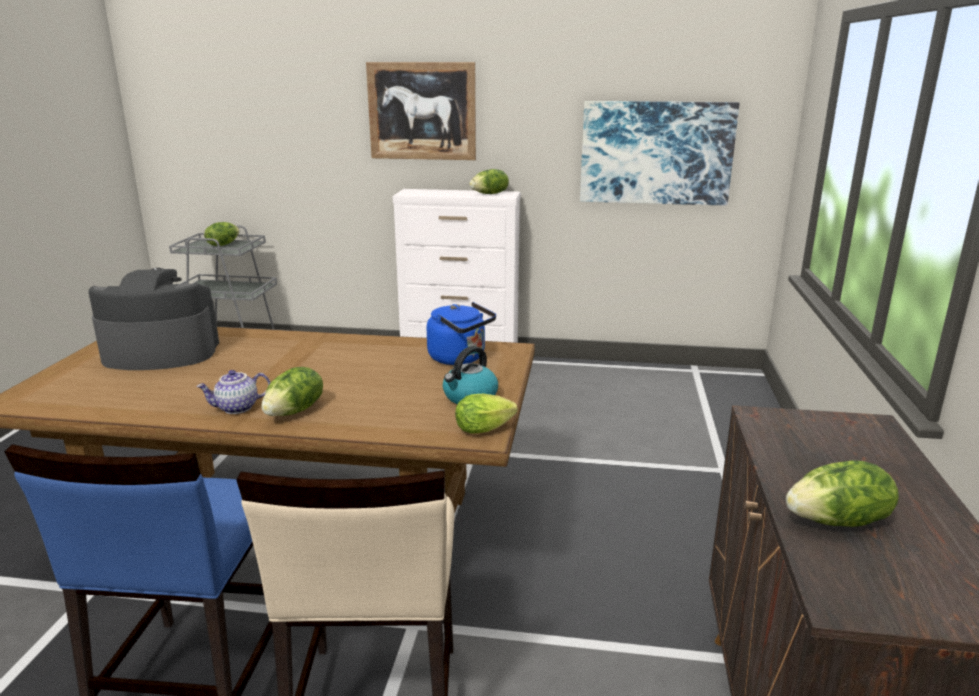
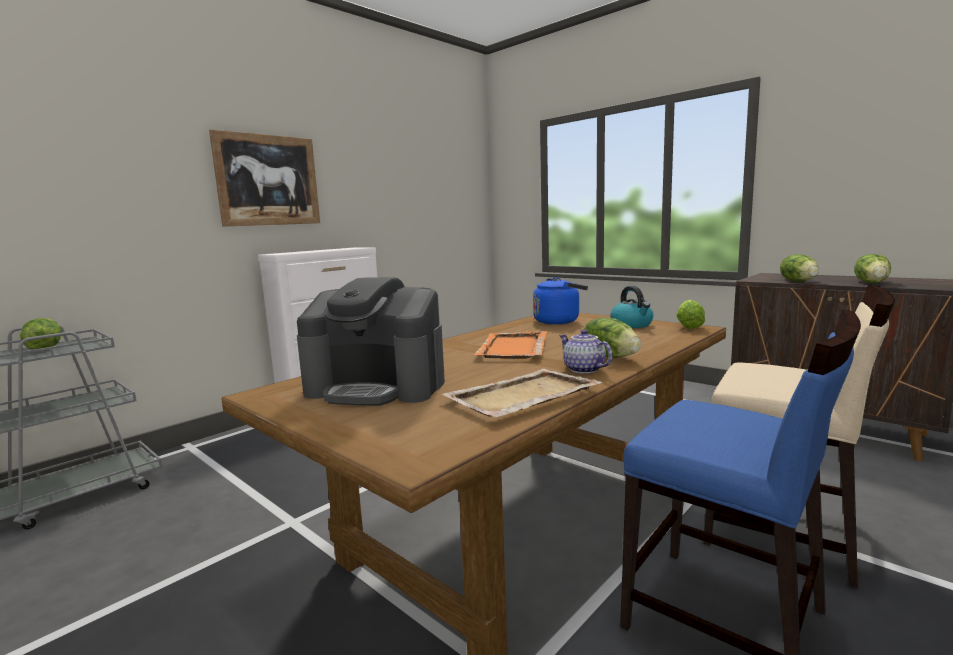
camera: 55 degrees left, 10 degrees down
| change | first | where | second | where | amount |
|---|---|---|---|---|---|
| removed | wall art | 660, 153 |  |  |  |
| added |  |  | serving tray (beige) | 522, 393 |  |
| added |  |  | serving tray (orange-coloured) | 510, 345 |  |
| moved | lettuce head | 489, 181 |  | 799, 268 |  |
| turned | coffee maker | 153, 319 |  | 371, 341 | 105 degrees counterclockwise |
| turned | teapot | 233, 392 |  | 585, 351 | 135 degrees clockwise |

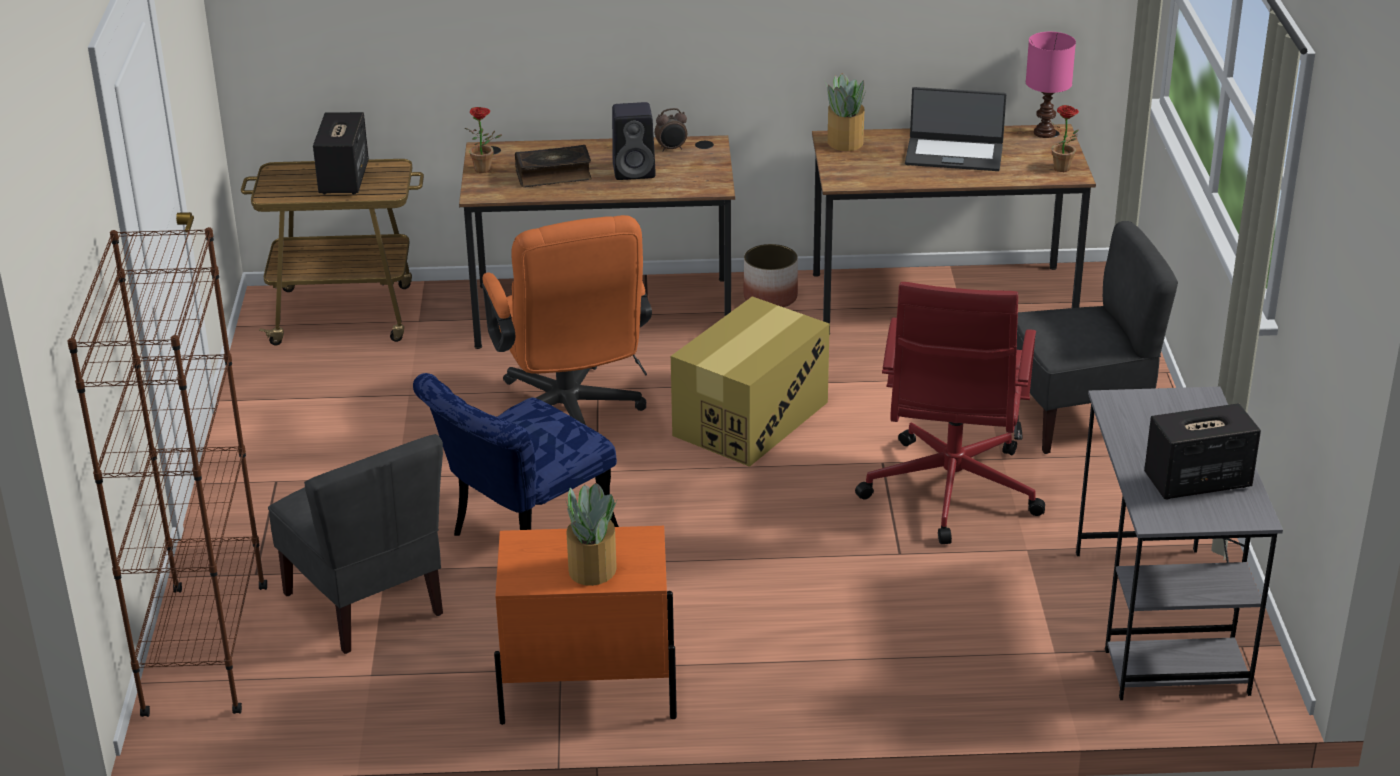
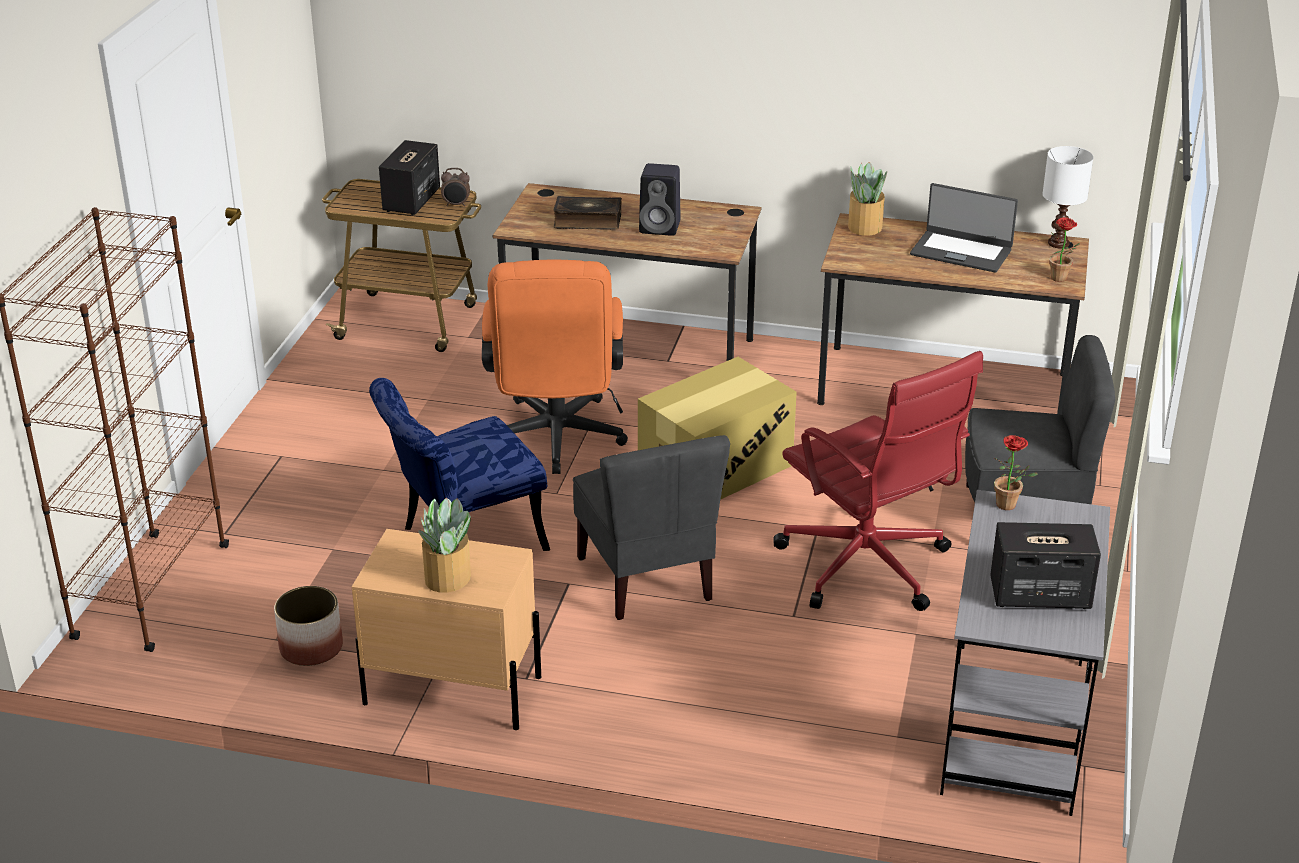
camera: 15 degrees right, 0 degrees up
| change | first | where | second | where | amount |
|---|---|---|---|---|---|
| moved | chair (gray) | 355, 544 |  | 651, 527 |  |
| moved | plant in a pot | 483, 140 |  | 1016, 472 |  |
| moved | alarm clock | 671, 130 |  | 455, 187 |  |
| moved | plant pot | 770, 275 |  | 308, 626 |  |
| recoloured | bedside table (orange-coloured) | 585, 625 | bedside table (beige) | 446, 629 |  |
| recoloured | lamp for a table (pink-coloured) | 1051, 85 | lamp for a table (whitish) | 1067, 197 |  |
| turned | computer chair (reddish) | 950, 413 |  | 878, 481 | 60 degrees counterclockwise |

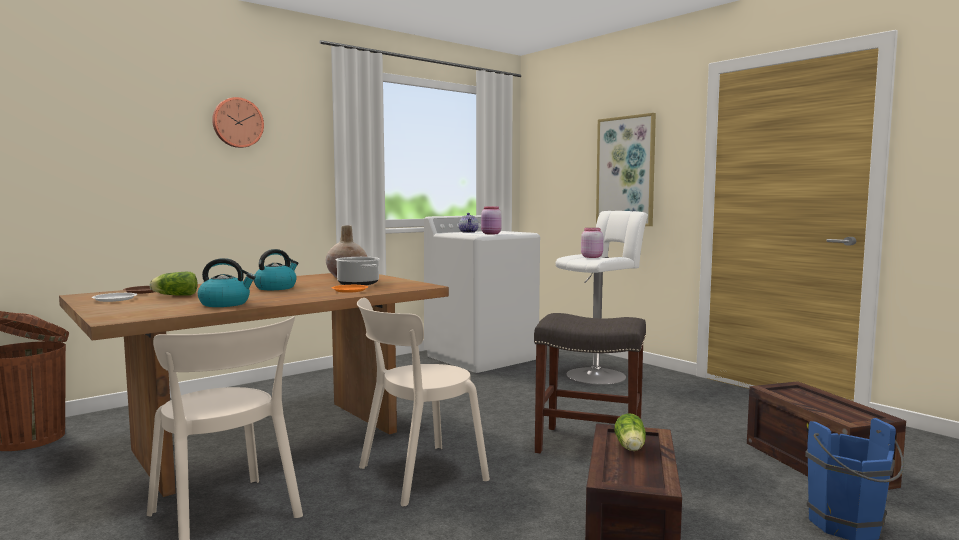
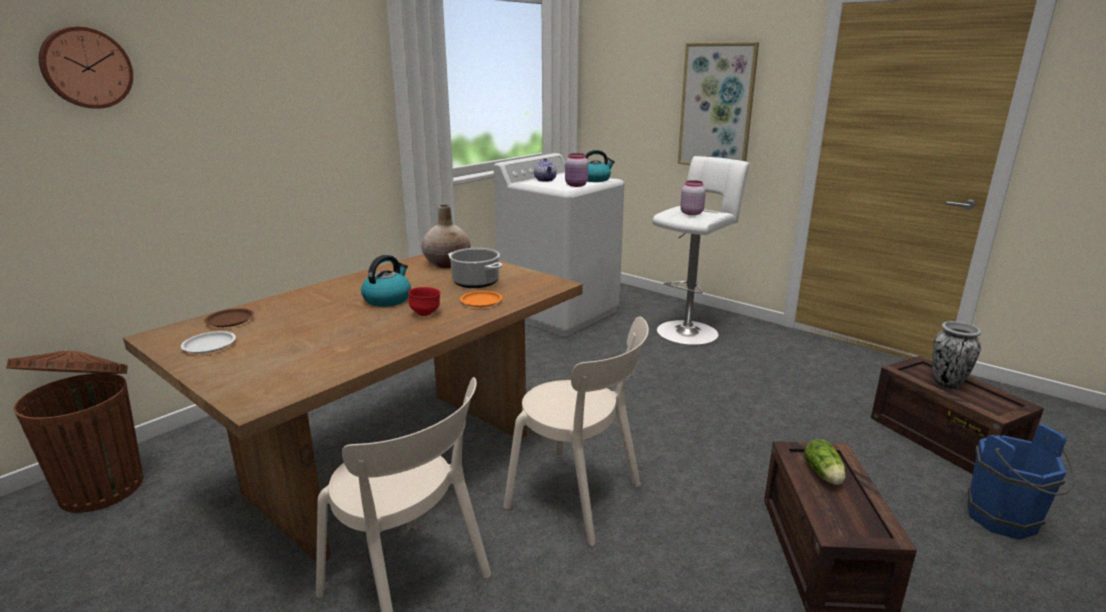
camera: 10 degrees left, 15 degrees up
| change | first | where | second | where | amount |
|---|---|---|---|---|---|
| removed | lettuce head | 174, 284 |  |  |  |
| removed | sitting stool (gray) | 590, 383 |  |  |  |
| added |  |  | serving bowl (reddish) | 424, 301 |  |
| added |  |  | flower vase | 957, 355 |  |
| moved | water kettle | 227, 282 |  | 600, 166 |  |
| moved | hanging clock | 238, 122 |  | 86, 67 |  |
| turned | chair (beige) | 423, 402 |  | 576, 431 | 105 degrees counterclockwise |

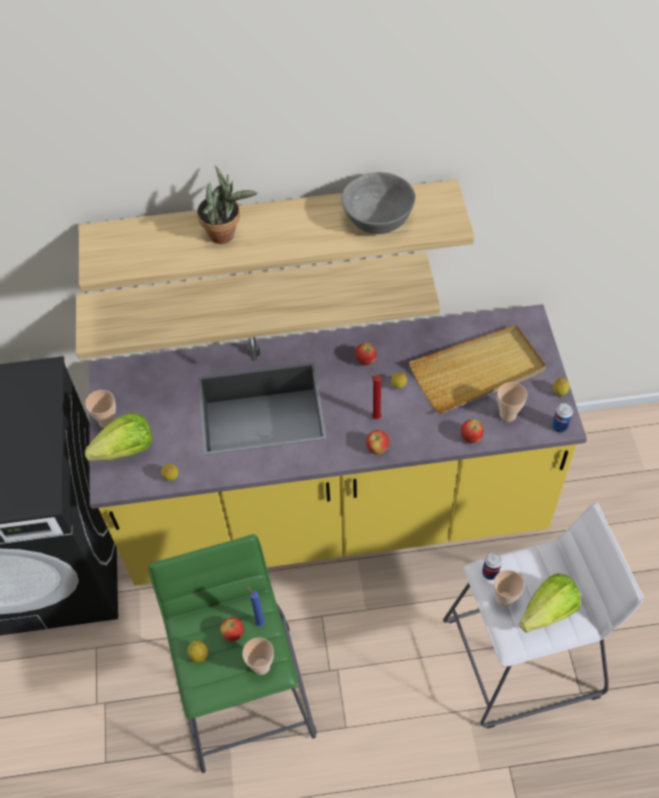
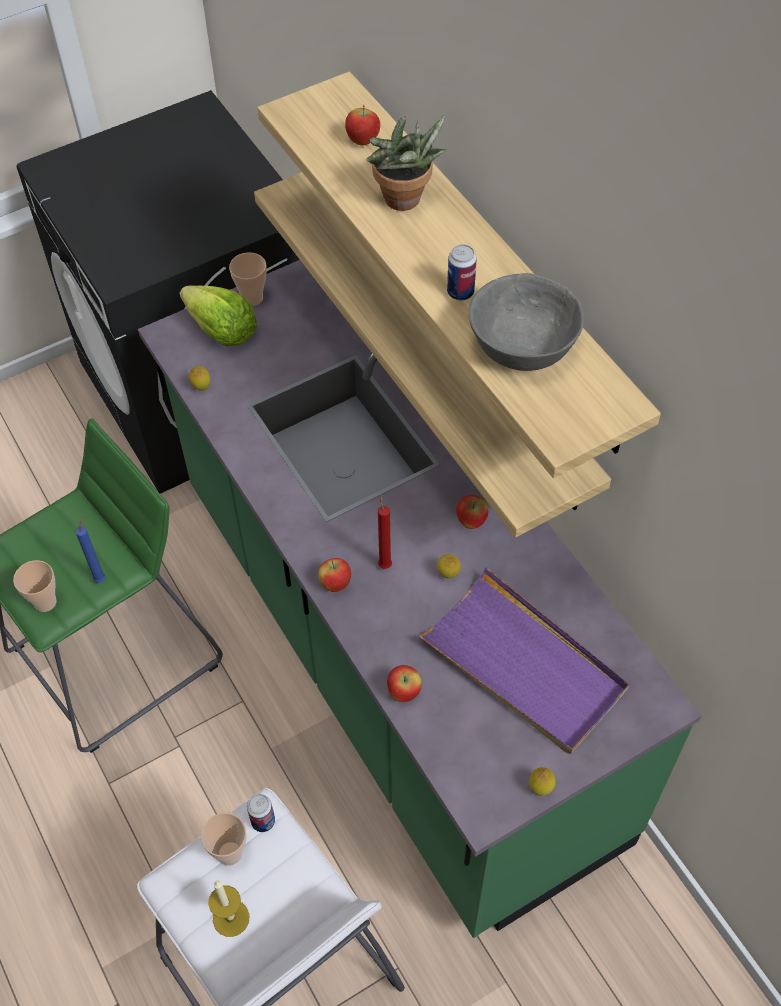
camera: 65 degrees right, 0 degrees up
| change | first | where | second | where | amount |
|---|---|---|---|---|---|
| removed | whole lemon | 198, 651 |  |  |  |
| removed | small cup | 512, 402 |  |  |  |
| moved | apple fruit | 232, 629 |  | 362, 125 |  |
| moved | metal can | 562, 418 |  | 462, 272 |  |
| replaced | lettuce head | 550, 602 | candle | 229, 908 |  |
| recoloured | kitchen base unit (yellowish) | 338, 445 | kitchen base unit (green) | 419, 599 |  |
| recoloured | serving tray (beige) | 477, 369 | serving tray (purple-coloured) | 523, 660 |  |

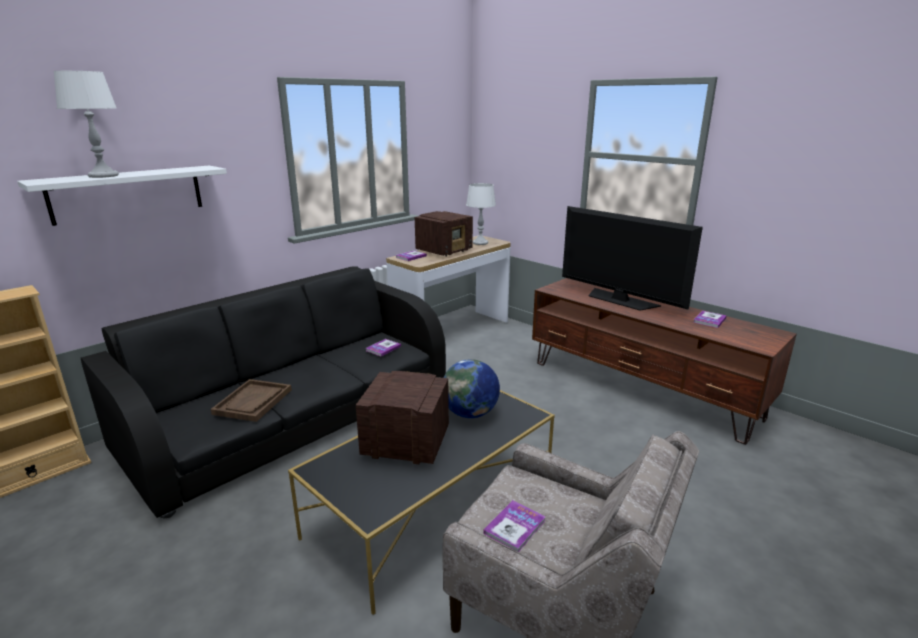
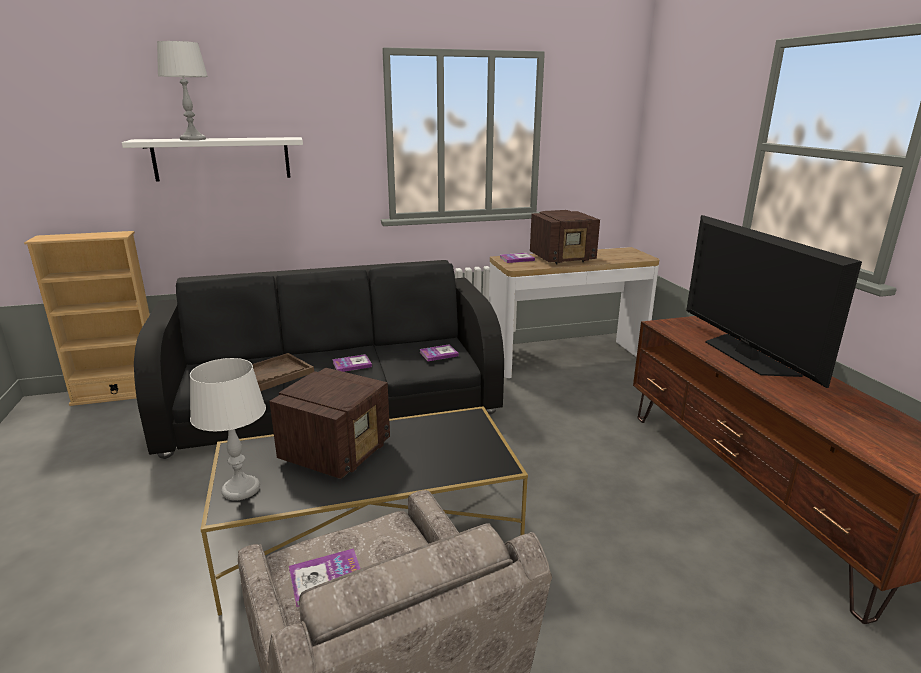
camera: 30 degrees right, 0 degrees up
| change | first | where | second | where | amount |
|---|---|---|---|---|---|
| removed | desk globe | 471, 388 |  |  |  |
| moved | lamp for a table (whitish) | 481, 214 |  | 228, 429 |  |
| moved | volume | 709, 319 |  | 352, 363 |  |
| turned | radio | 402, 417 |  | 329, 423 | 75 degrees clockwise |

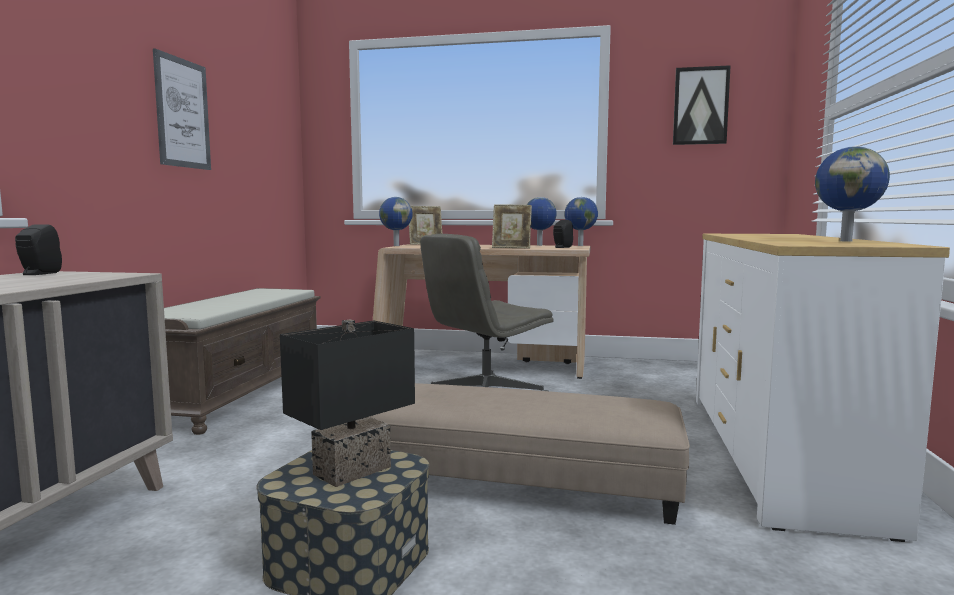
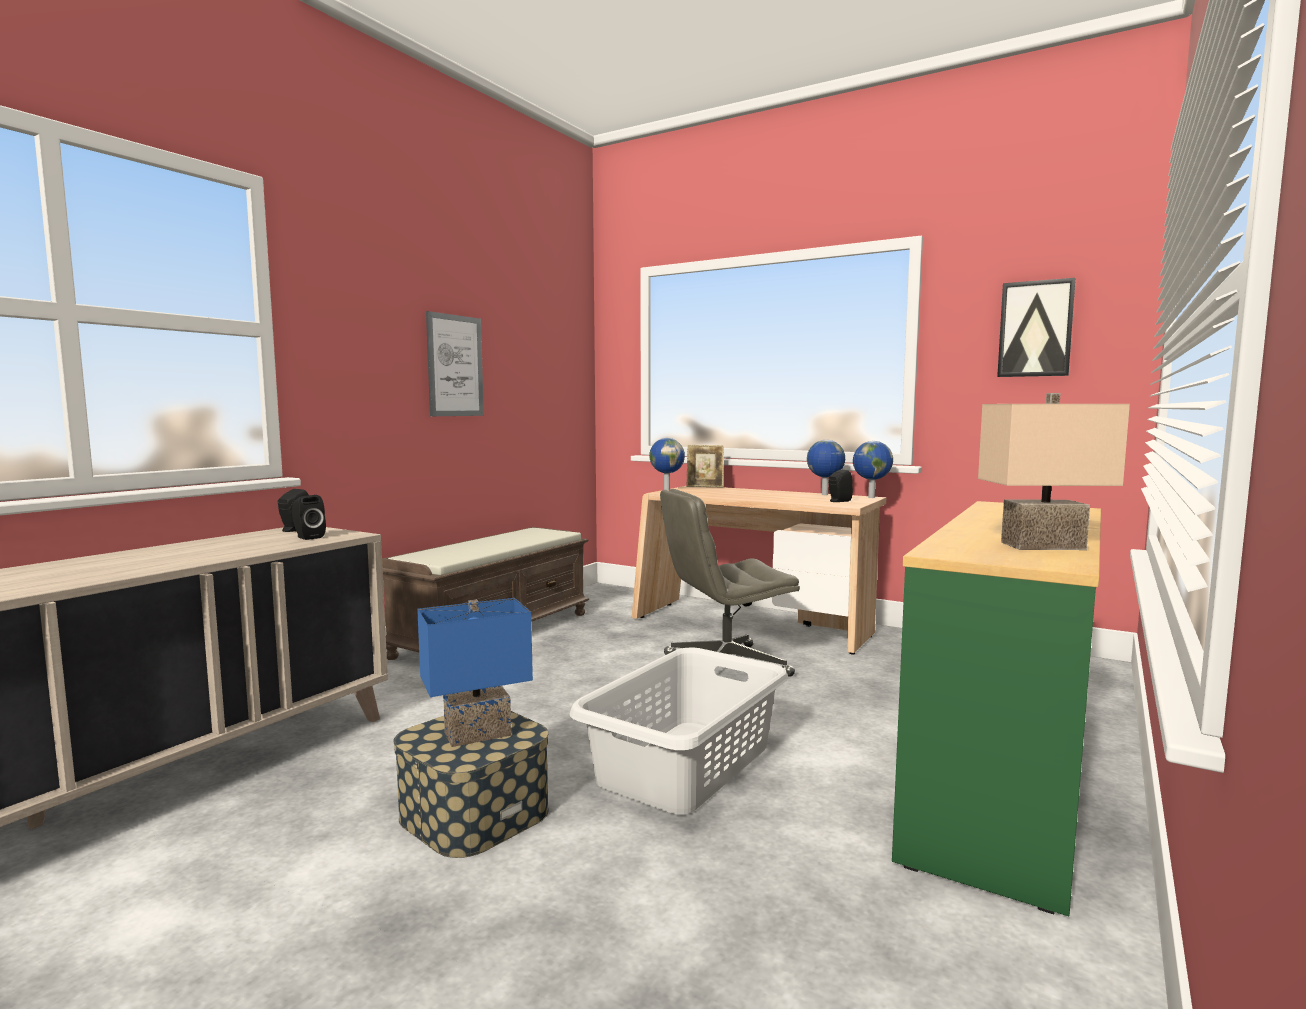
camera: 20 degrees right, 0 degrees up
| change | first | where | second | where | amount |
|---|---|---|---|---|---|
| removed | standing frame | 512, 226 |  |  |  |
| added |  |  | speaker (black-coloured) | 309, 517 |  |
| replaced | footrest (beige) | 529, 454 | laundry basket (gray) | 679, 730 |  |
| replaced | desk globe | 852, 194 | lamp for a table (beige) | 1054, 471 |  |
| recoloured | lamp for a table (black-coloured) | 347, 403 | lamp for a table (blue-coloured) | 475, 672 |  |
| recoloured | drawer chest (whitish) | 823, 388 | drawer chest (green) | 996, 708 |  |

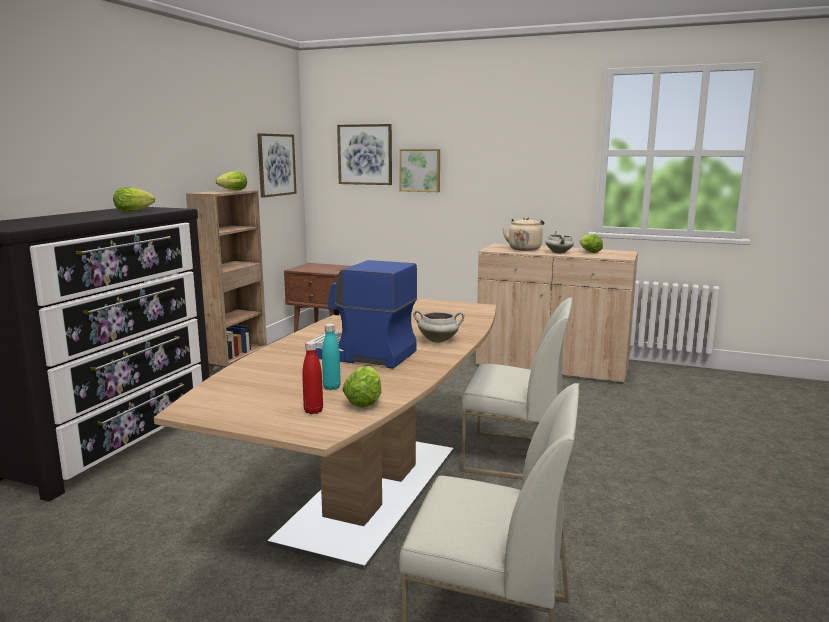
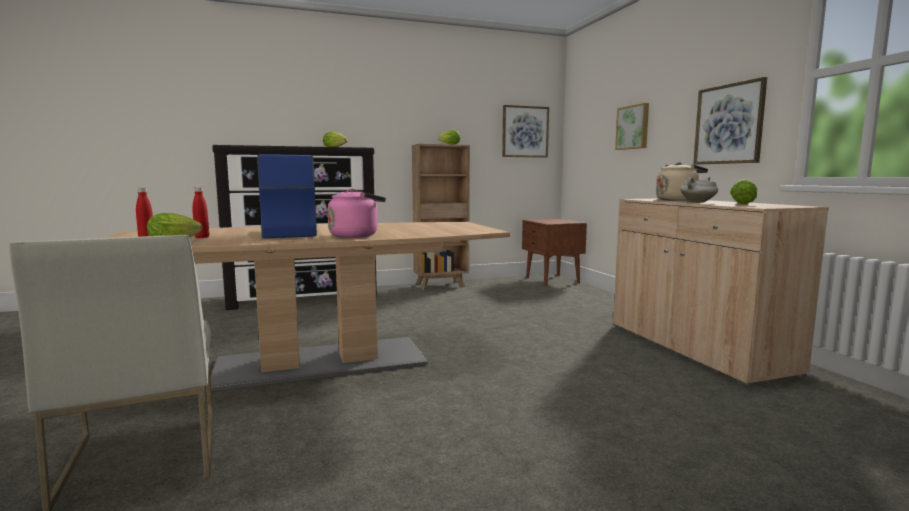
camera: 50 degrees right, 5 degrees down
| change | first | where | second | where | amount |
|---|---|---|---|---|---|
| removed | chair (whitish) | 517, 389 |  |  |  |
| moved | wall art | 364, 154 |  | 730, 121 |  |
| replaced | stockpot (whitish) | 438, 326 | water kettle (pink-coloured) | 357, 213 |  |
| recoloured | drink bottle (blue-green) | 331, 356 | drink bottle (reddish) | 201, 212 |  |

